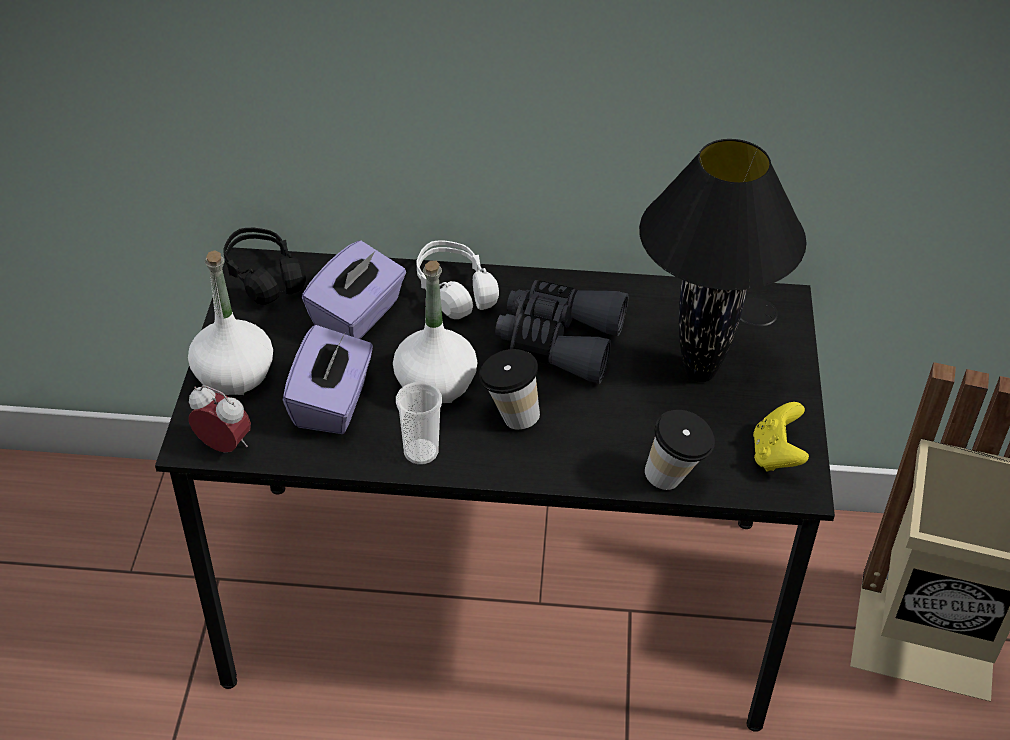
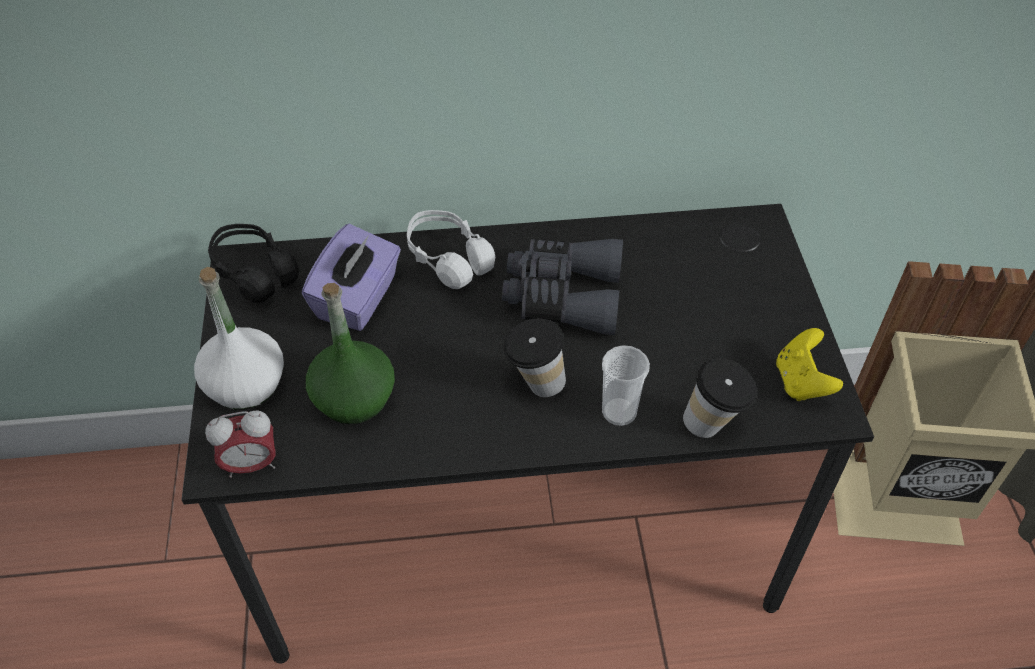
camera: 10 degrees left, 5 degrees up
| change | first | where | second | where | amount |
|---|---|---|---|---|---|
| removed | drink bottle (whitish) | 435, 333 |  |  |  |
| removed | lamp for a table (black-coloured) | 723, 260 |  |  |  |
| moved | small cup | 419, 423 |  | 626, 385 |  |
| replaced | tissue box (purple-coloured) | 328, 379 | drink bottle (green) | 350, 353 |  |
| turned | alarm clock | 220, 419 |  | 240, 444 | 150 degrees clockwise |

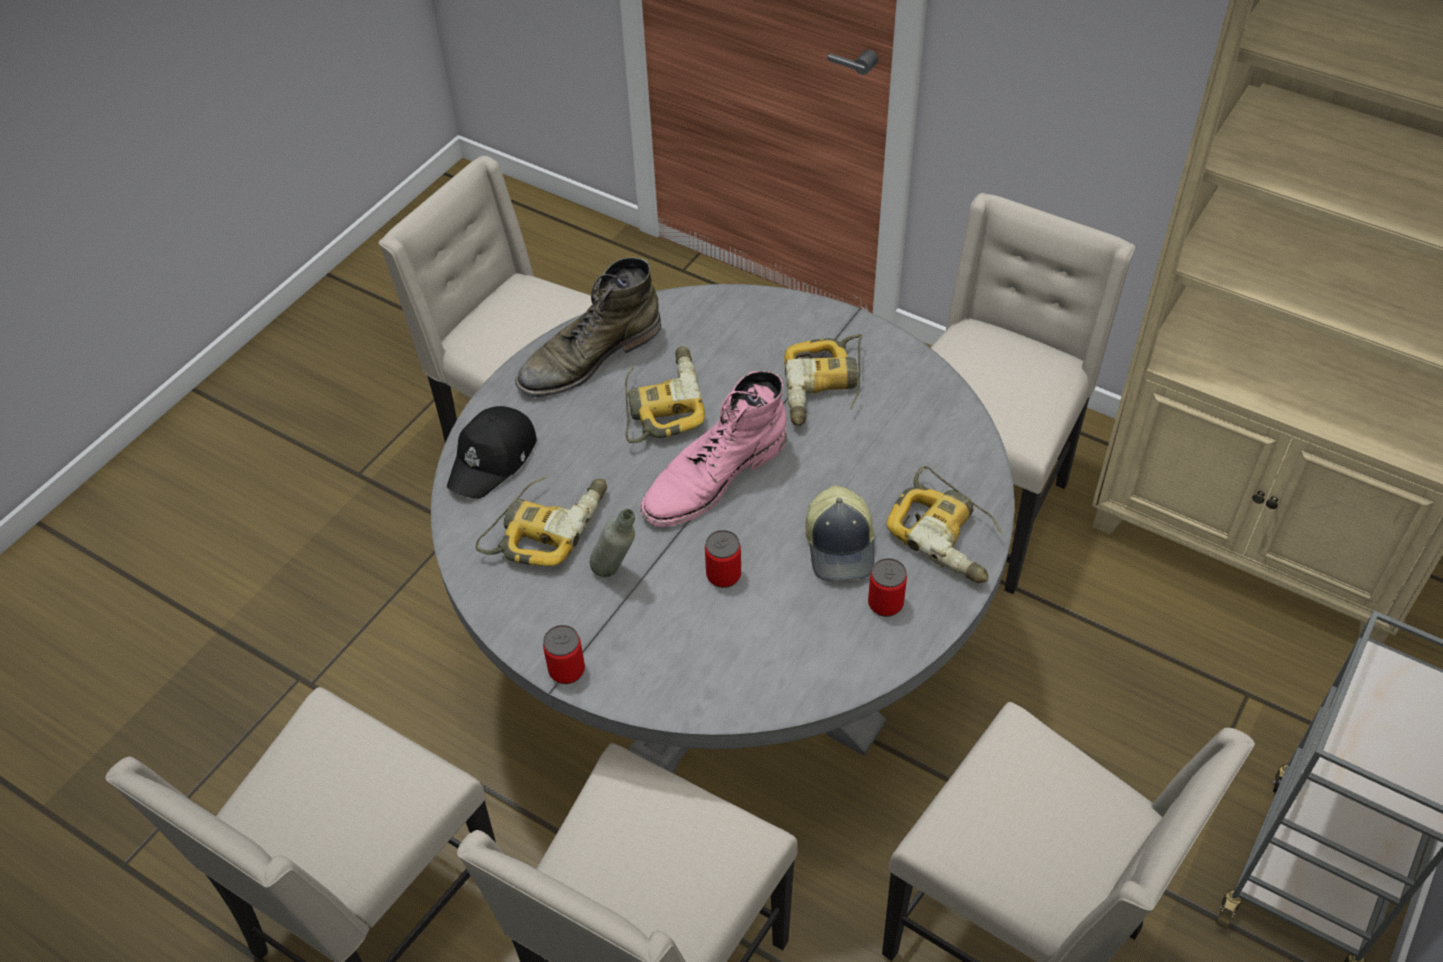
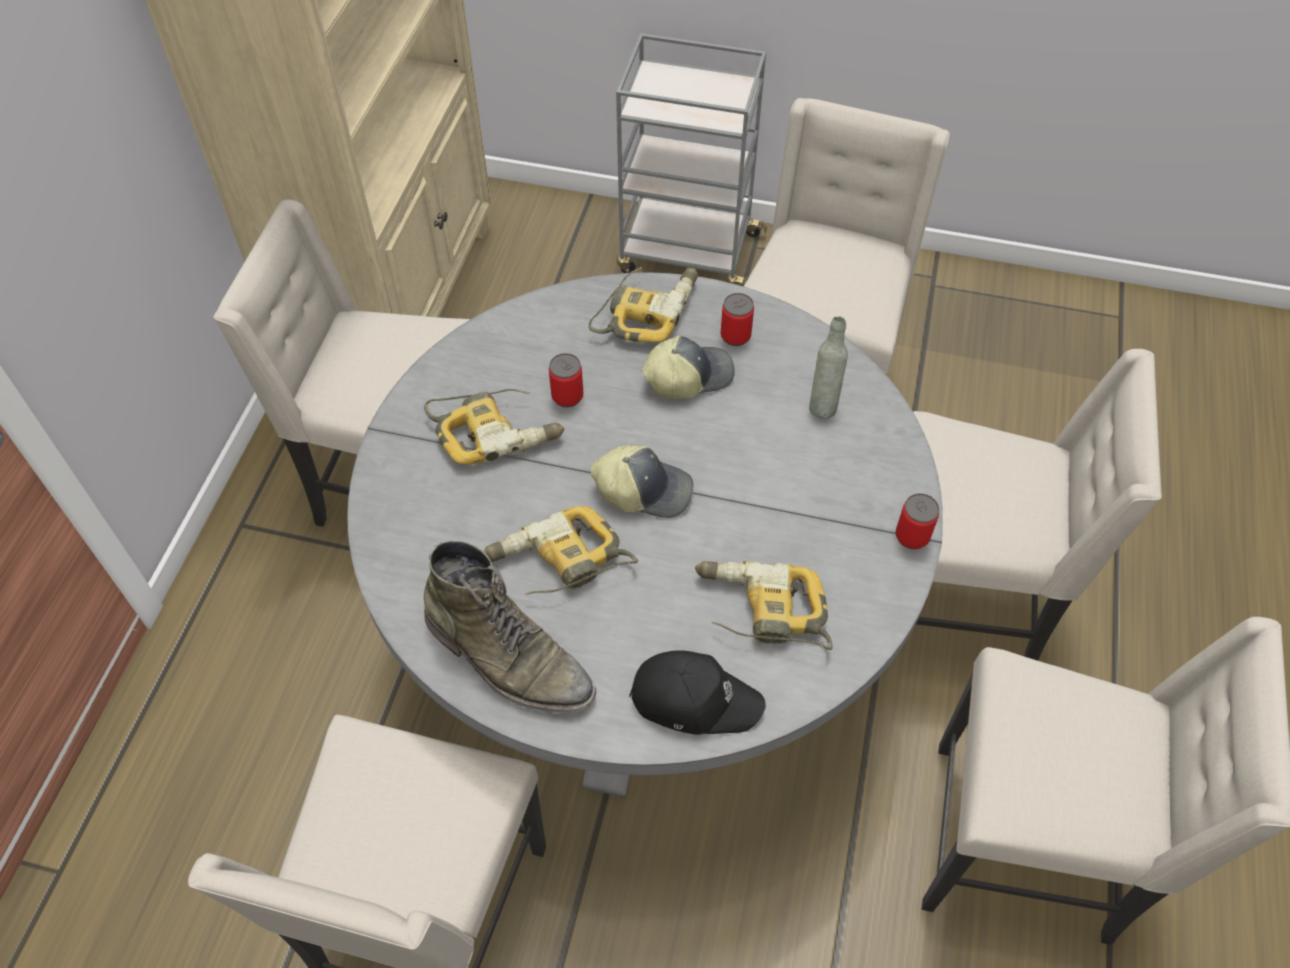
camera: 110 degrees left, 5 degrees up
| change | first | where | second | where | amount |
|---|---|---|---|---|---|
| moved | drink bottle (gray) | 612, 543 |  | 828, 367 |  |
| moved | metal can | 723, 559 |  | 566, 380 |  |
| replaced | high-top boot (pink-coloured) | 713, 449 | cap | 642, 481 |  |

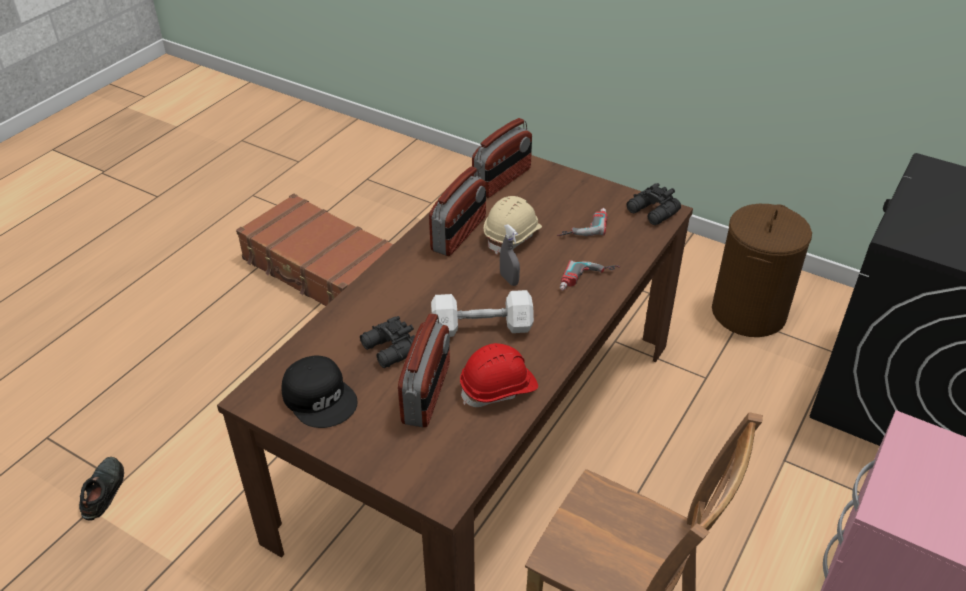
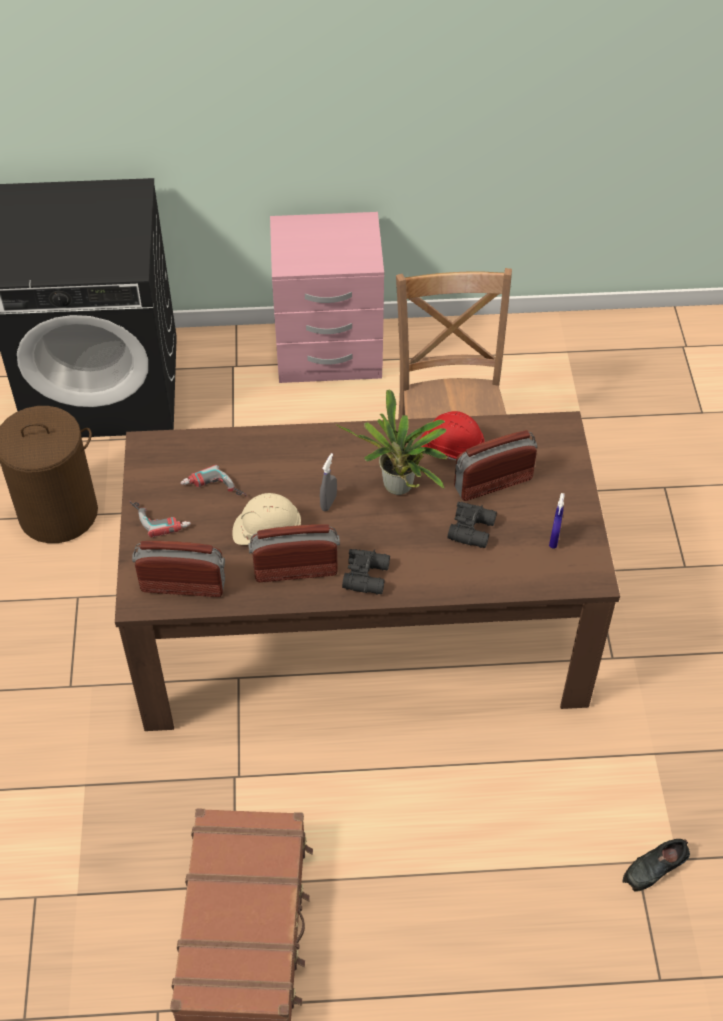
camera: 125 degrees left, 10 degrees up
| change | first | where | second | where | amount |
|---|---|---|---|---|---|
| moved | electric drill | 590, 275 |  | 160, 518 |  |
| moved | pair of binoculars (black-coloured) | 654, 204 |  | 366, 572 |  |
| replaced | cap (black-coloured) | 319, 392 | hand sprayer (blue-coloured) | 557, 521 |  |
| replaced | free weight (whitish) | 482, 313 | plant in a pot | 392, 442 |  |

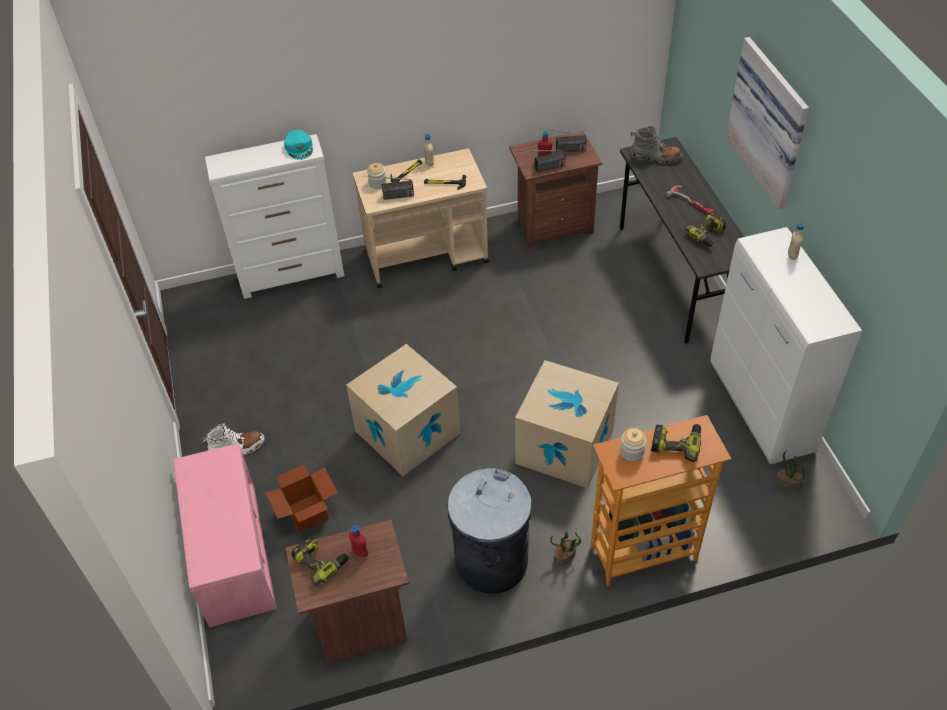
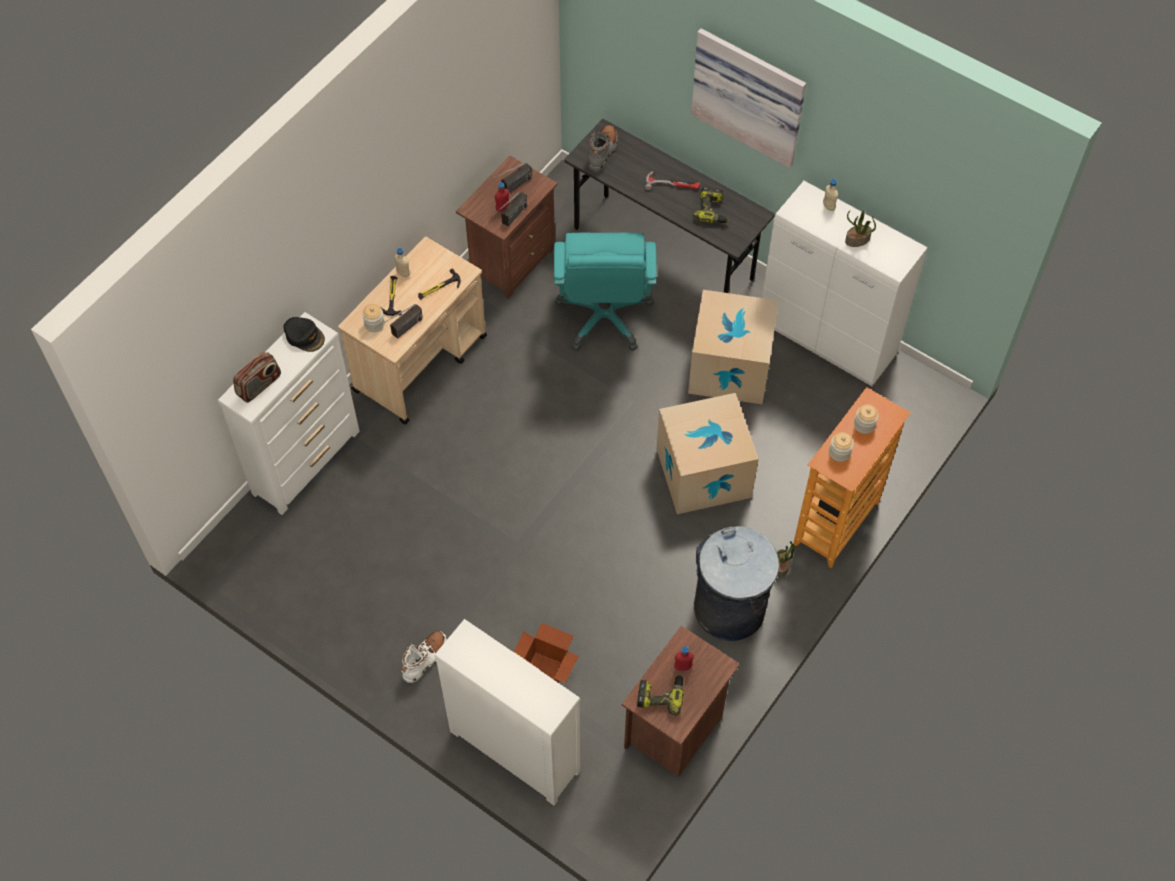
camera: 40 degrees left, 10 degrees up
| change | first | where | second | where | amount |
|---|---|---|---|---|---|
| added |  |  | radio | 257, 377 |  |
| added |  |  | computer chair (blue-green) | 605, 292 |  |
| moved | cardboard box | 403, 410 |  | 733, 347 |  |
| moved | plant in a pot | 790, 470 |  | 860, 228 |  |
| replaced | indoor bench (pink-coloured) | 225, 535 | drawer chest (whitish) | 507, 712 |  |
| replaced | electric drill | 676, 443 | storage jar | 866, 419 |  |
| recoloured | cap (blue-green) | 298, 145 | cap (black-coloured) | 304, 334 |  |
| turned | high-top boot (gray) | 656, 145 |  | 603, 148 | 45 degrees counterclockwise |

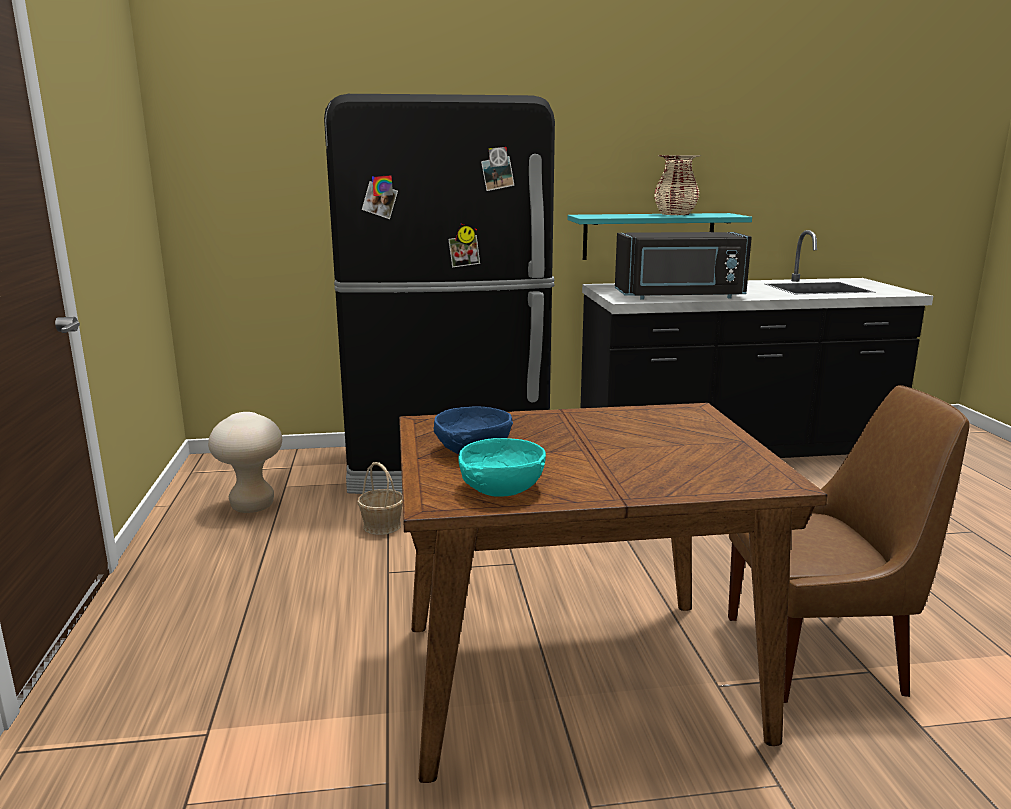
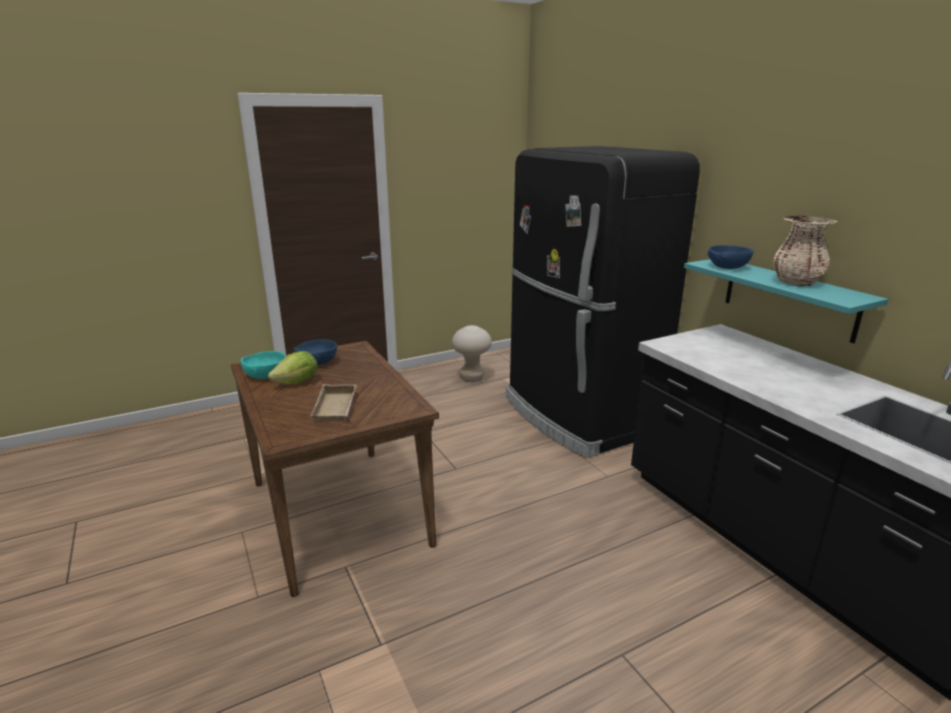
camera: 70 degrees right, 5 degrees up
| change | first | where | second | where | amount |
|---|---|---|---|---|---|
| removed | storage basket | 380, 498 |  |  |  |
| removed | microwave (black-coloured) | 683, 266 |  |  |  |
| removed | chair (brown) | 849, 544 |  |  |  |
| added |  |  | lettuce head | 292, 367 |  |
| added |  |  | serving tray (beige) | 333, 403 |  |
| added |  |  | serving bowl (blue-coloured) | 730, 257 |  |

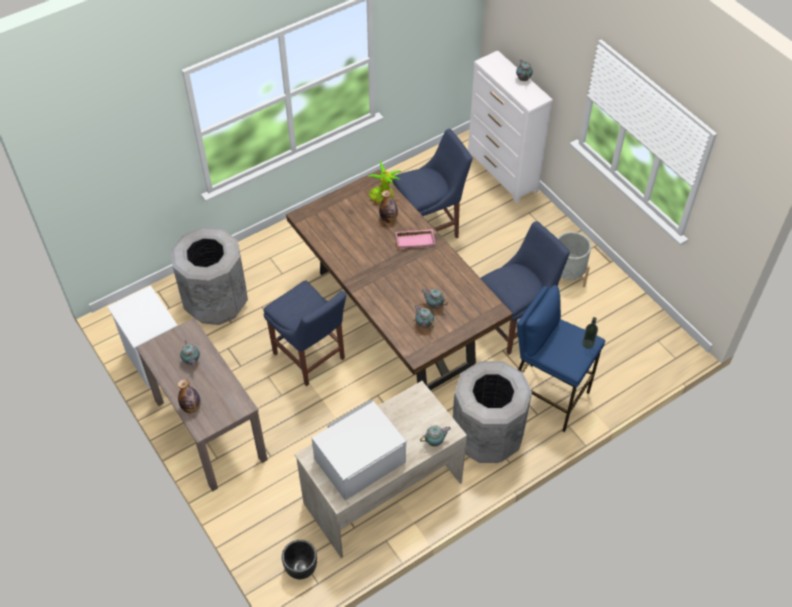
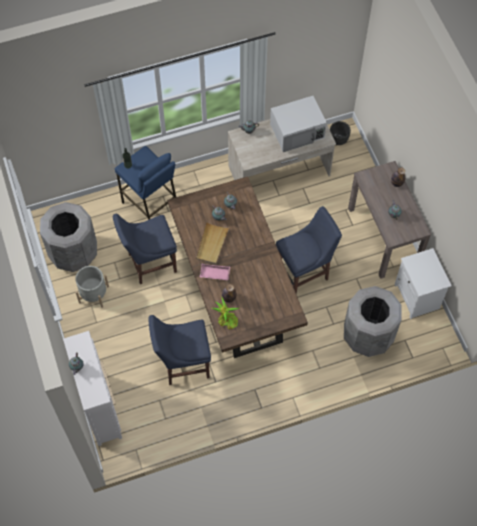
camera: 165 degrees left, 10 degrees up
| change | first | where | second | where | amount |
|---|---|---|---|---|---|
| added |  |  | serving tray (beige) | 212, 243 |  |
| moved | trash can (gray) | 492, 412 |  | 68, 237 |  |
| turned | chair (blue-coloured) | 305, 333 |  | 309, 250 | 90 degrees clockwise |

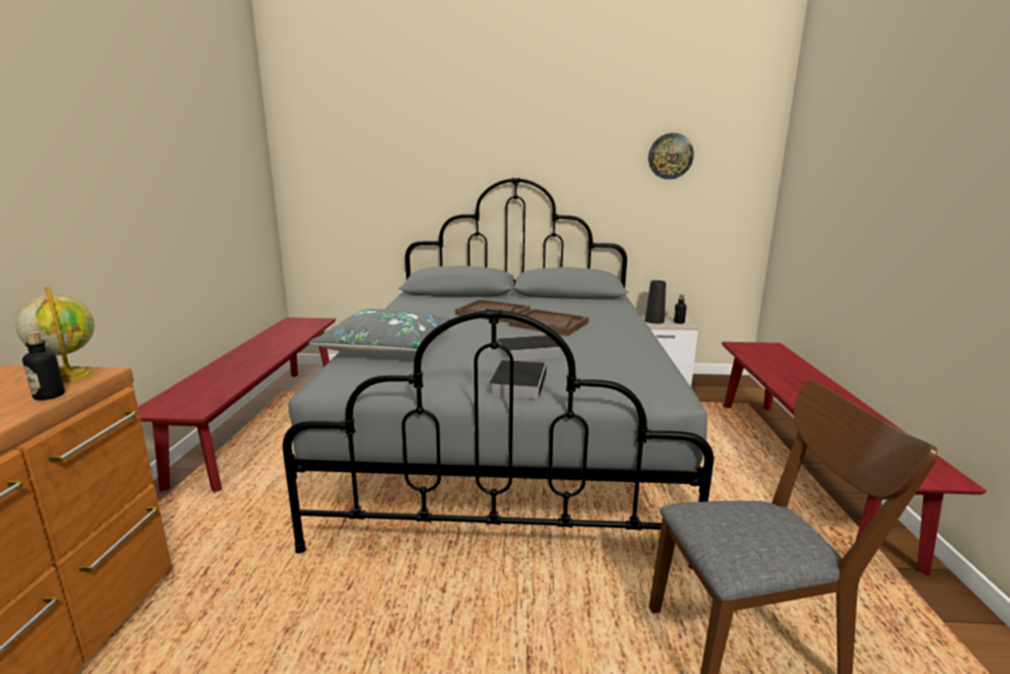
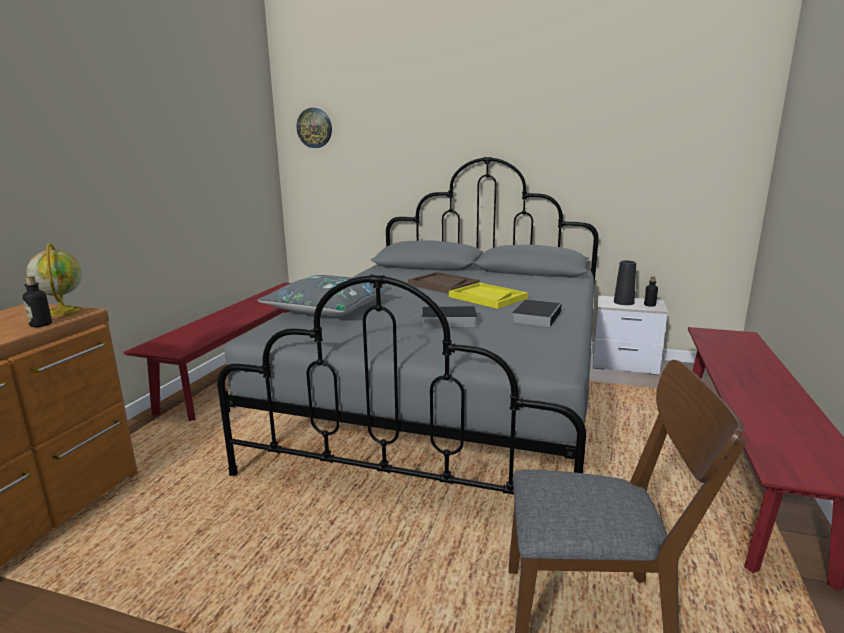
camera: 15 degrees right, 0 degrees up
| change | first | where | second | where | amount |
|---|---|---|---|---|---|
| moved | volume | 518, 379 |  | 537, 313 |  |
| moved | hanging clock | 671, 156 |  | 314, 128 |  |
| recoloured | serving tray (brown) | 549, 322 | serving tray (yellowish) | 488, 295 |  |

